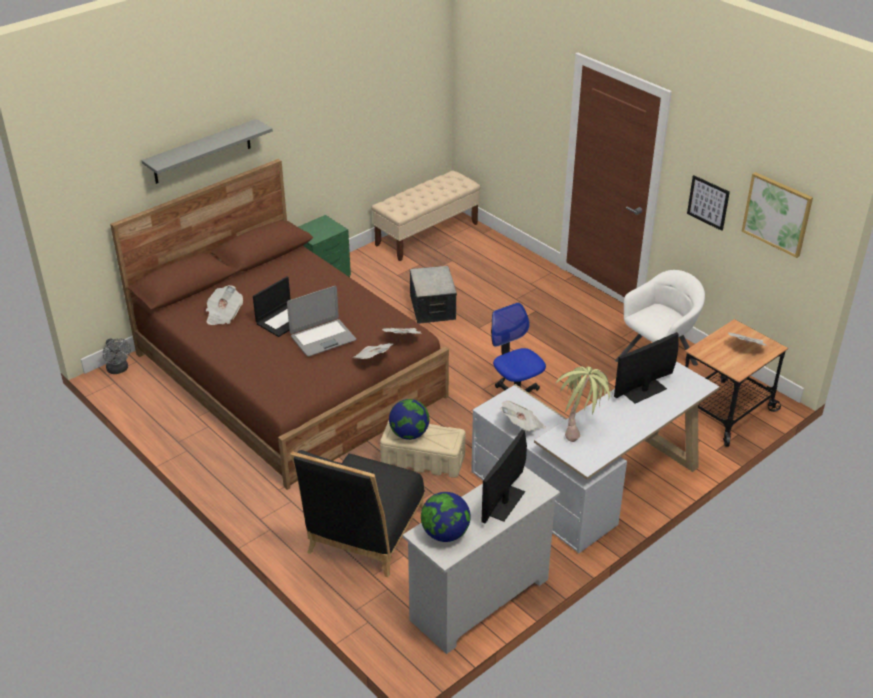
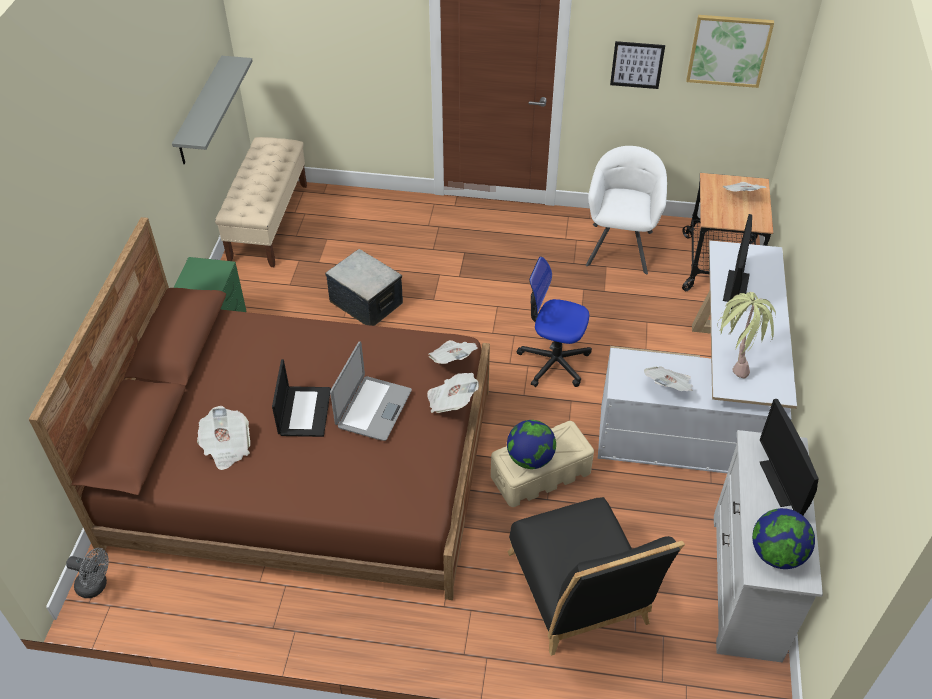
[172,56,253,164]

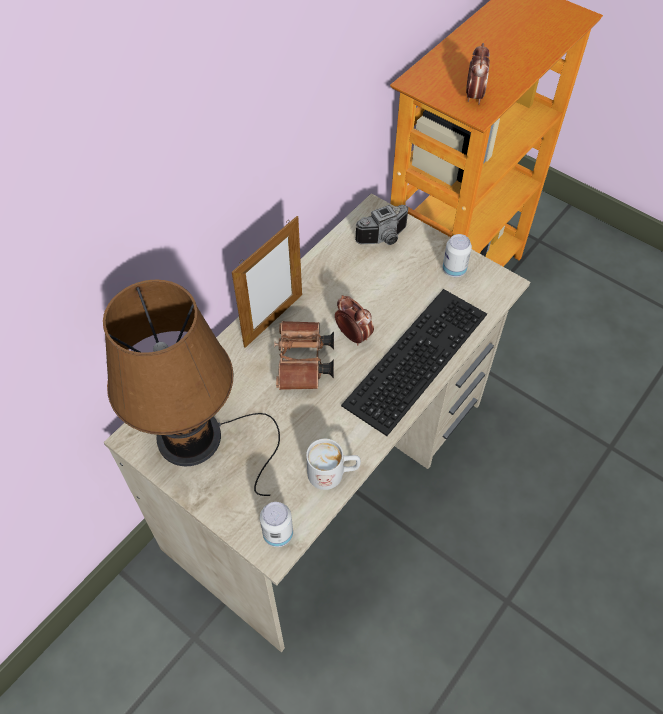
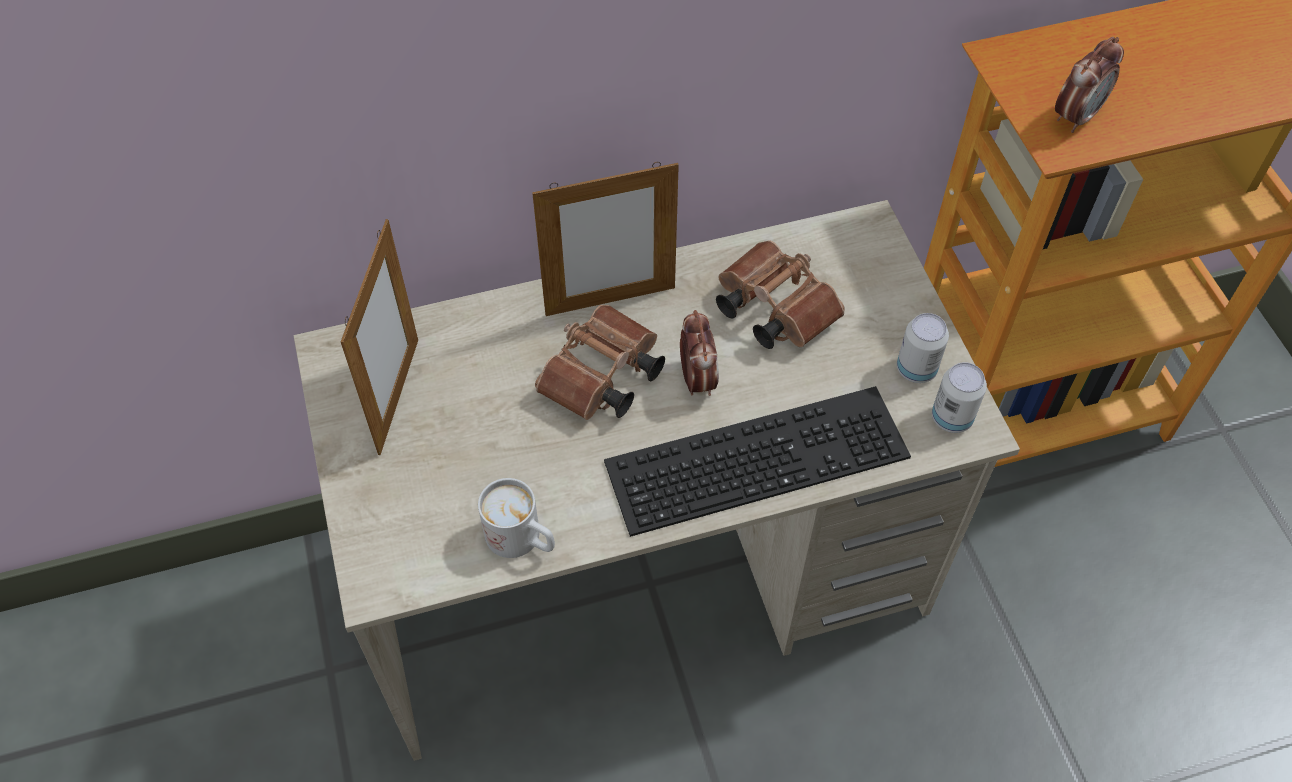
[355,205,409,245] (first image)
[341,219,418,455]
[932,362,987,433]
[716,240,845,349]

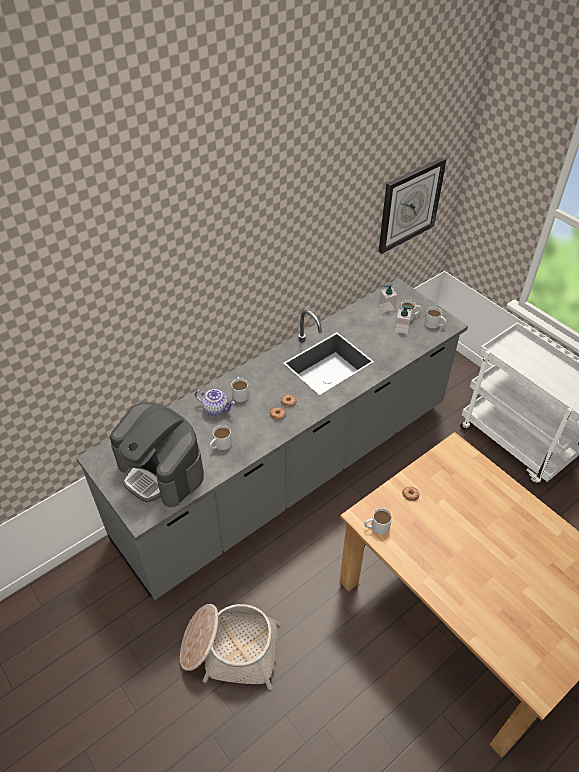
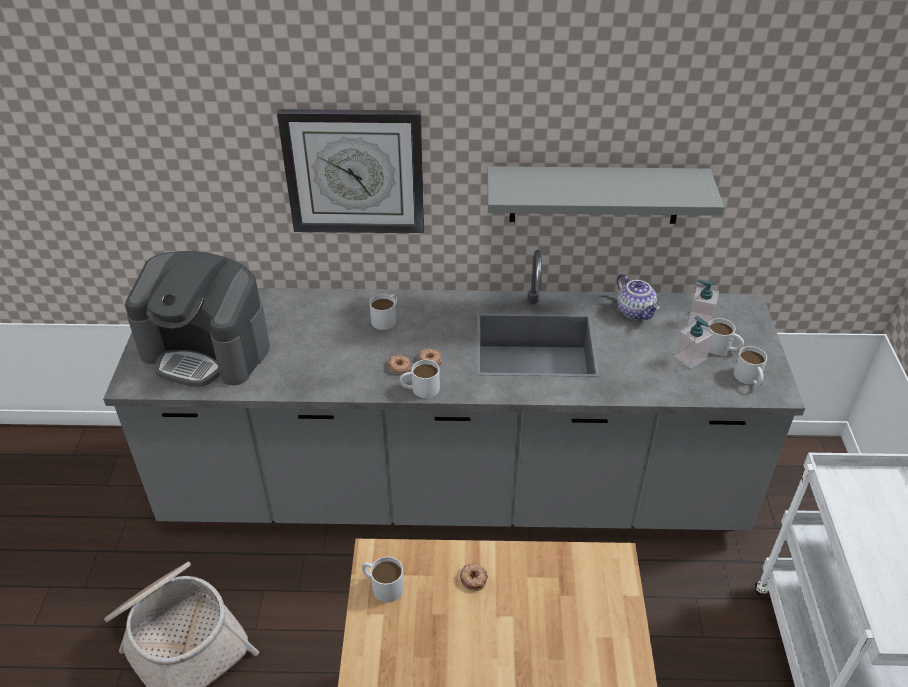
[277,109,424,233]
[617,273,660,320]
[125,250,270,387]
[400,360,440,398]
[487,166,724,224]

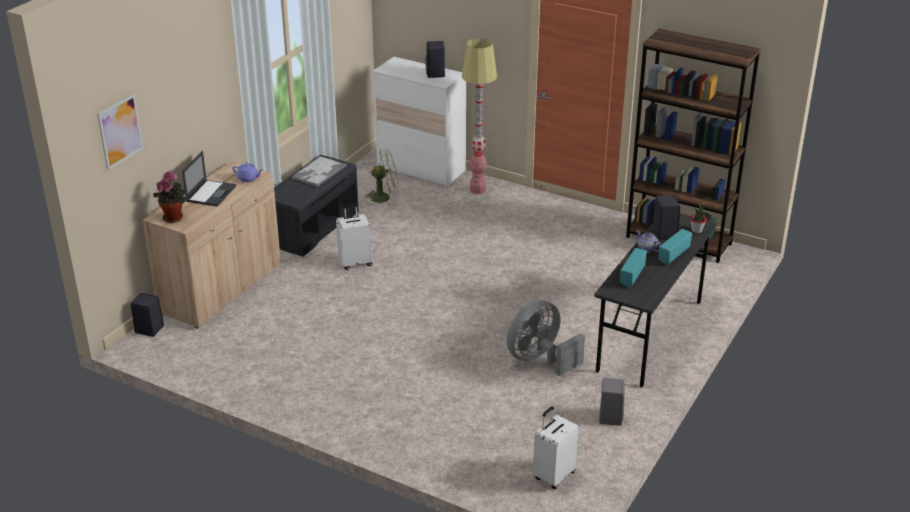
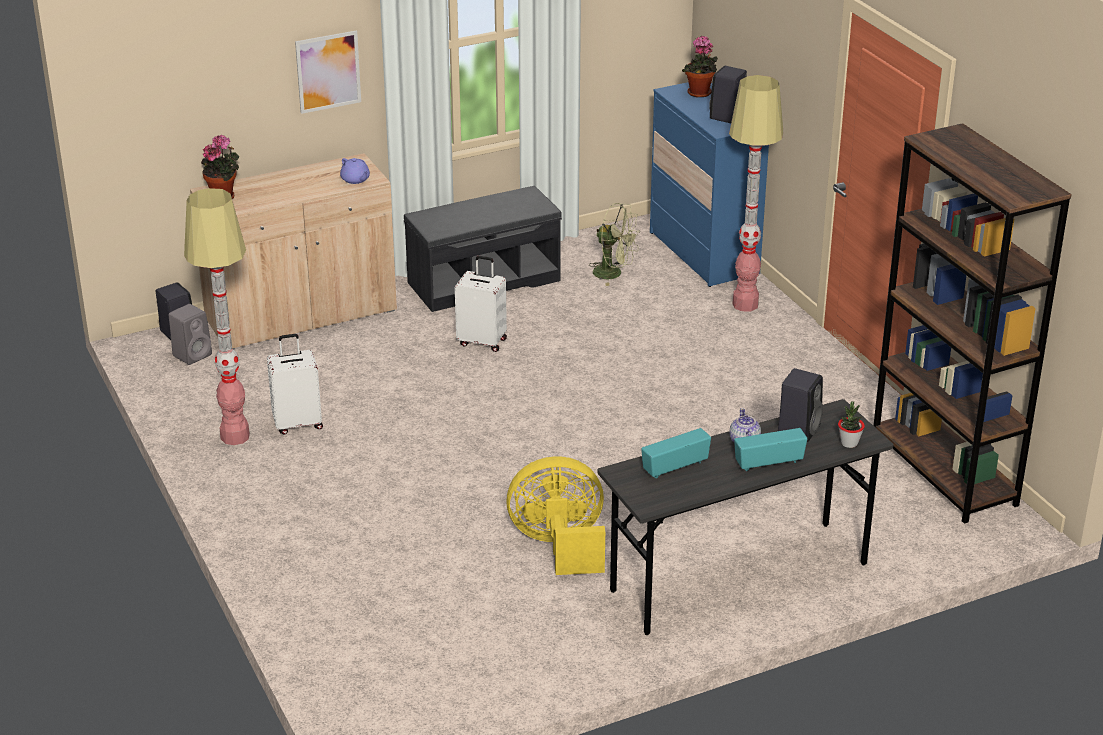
[650,82,769,287]
[295,30,361,114]
[182,151,236,207] (first image)
[291,156,347,187] (first image)
[506,456,605,575]
[169,304,212,365]
[267,334,323,434]
[682,36,718,98]
[184,188,250,445]

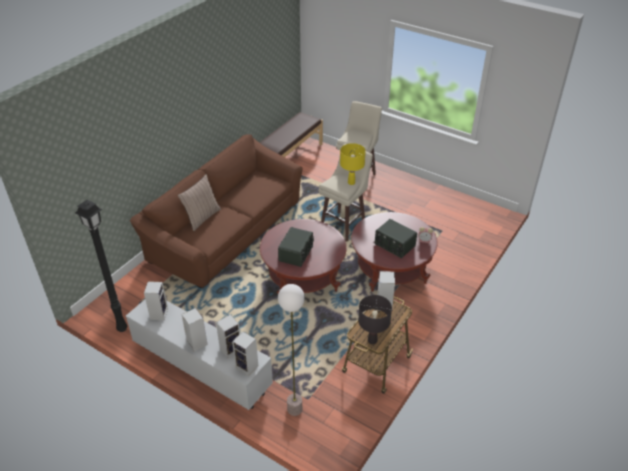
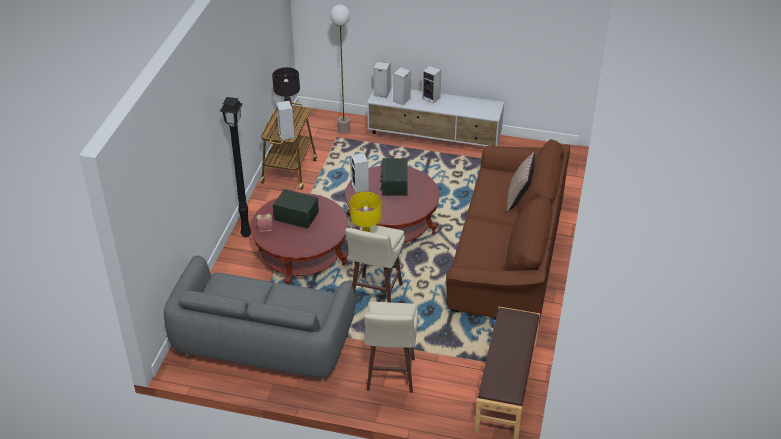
[220,97,251,237]
[351,153,369,193]
[164,256,355,382]

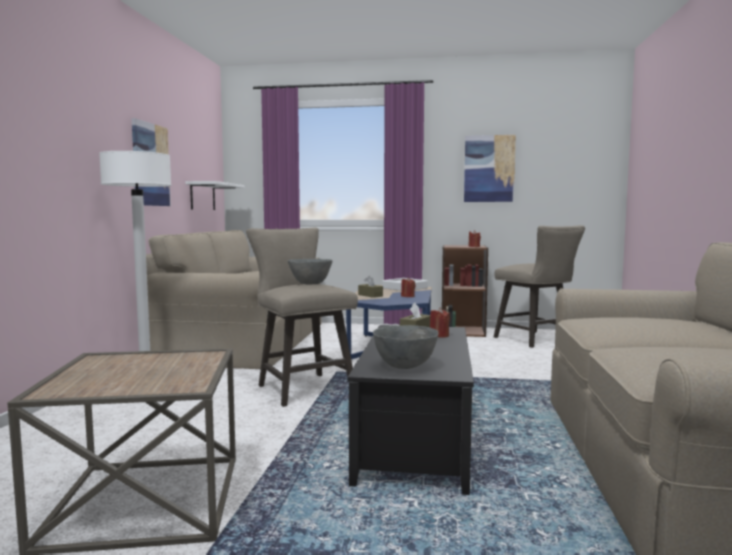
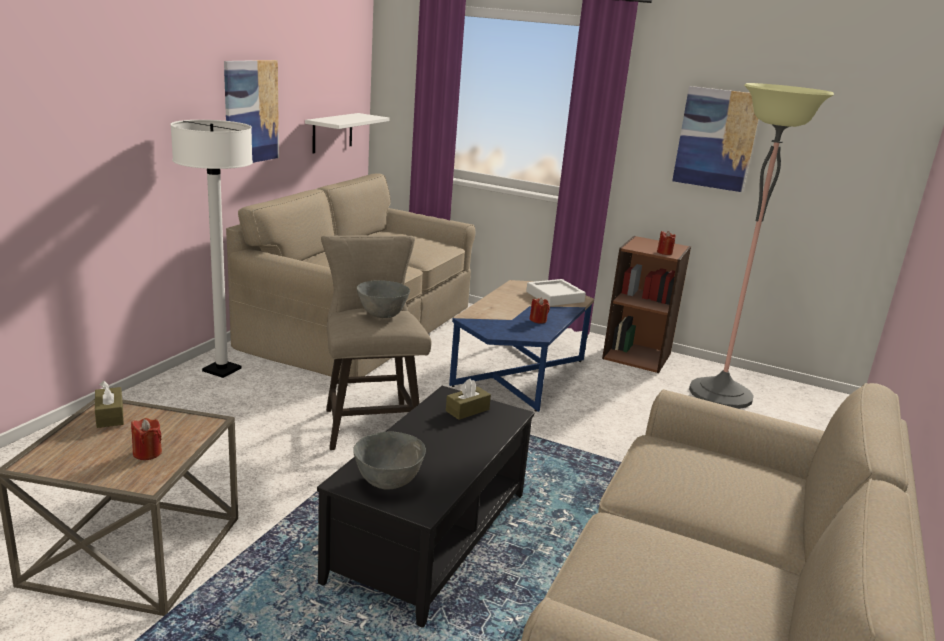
[689,83,834,409]
[95,381,124,428]
[131,418,162,460]

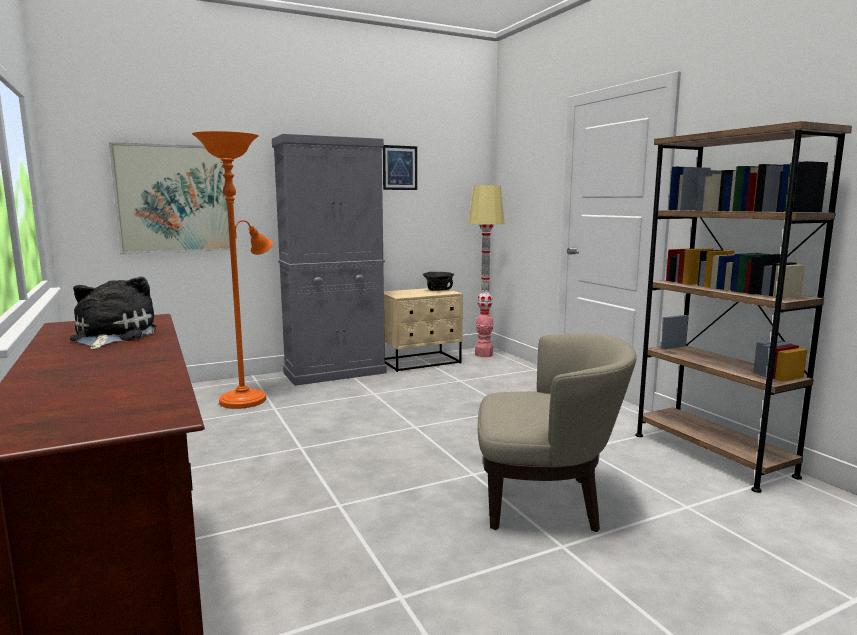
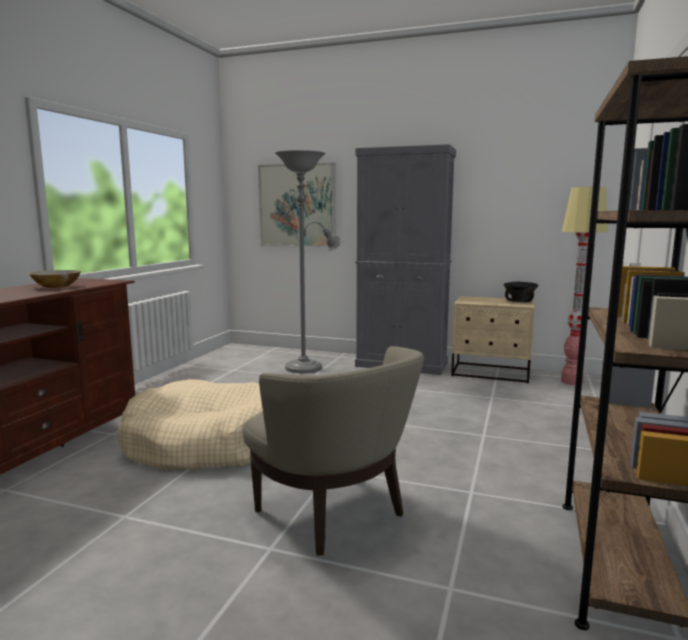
[275,150,344,374]
[383,145,417,190] (first image)
[29,270,81,288]
[117,379,263,470]

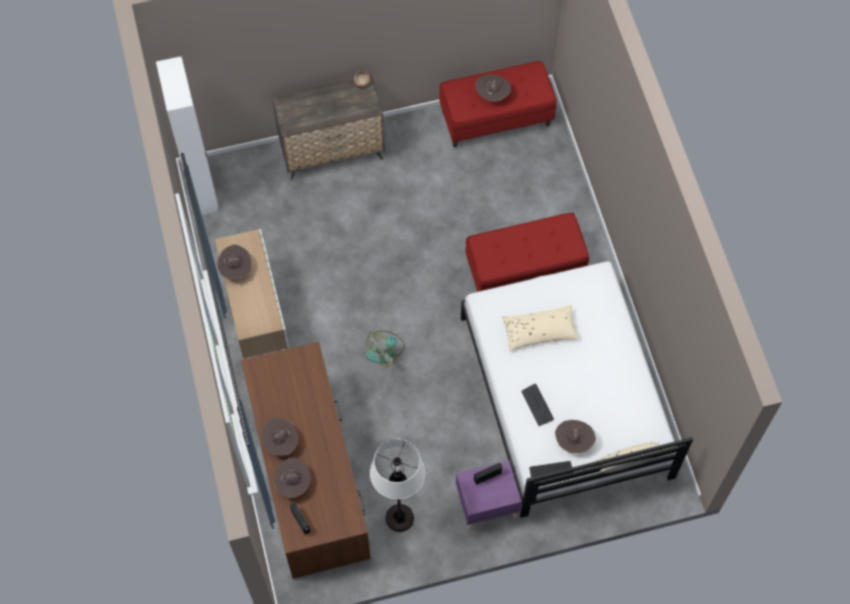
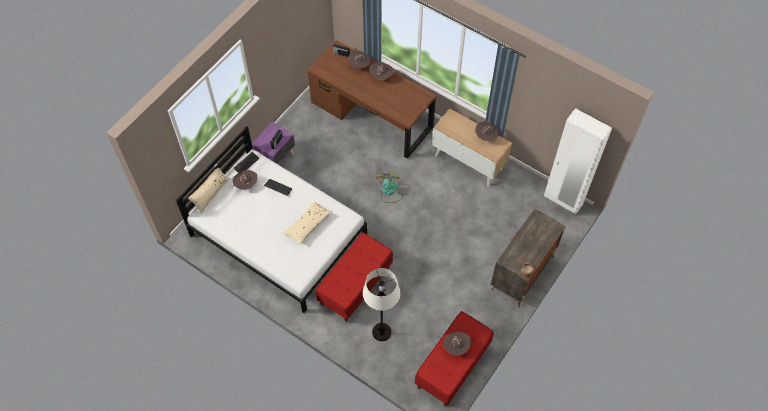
[363,268,400,341]

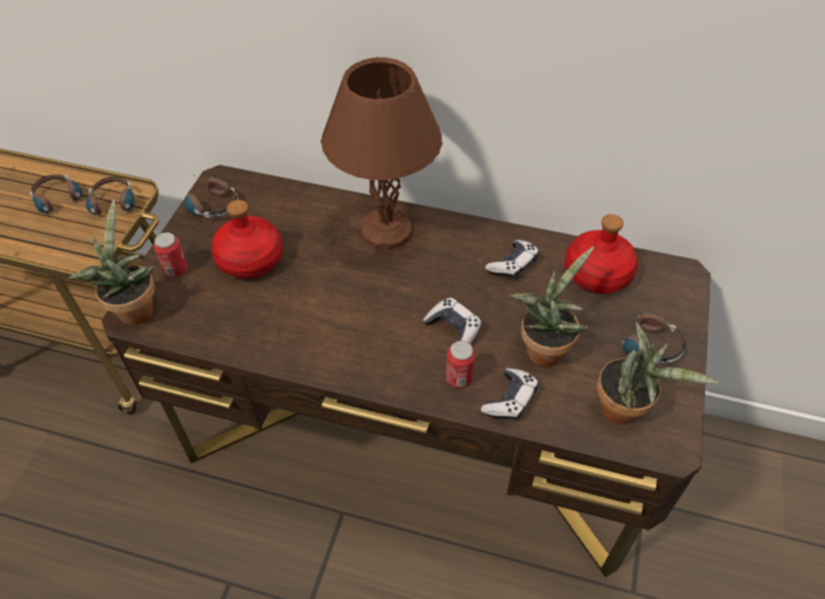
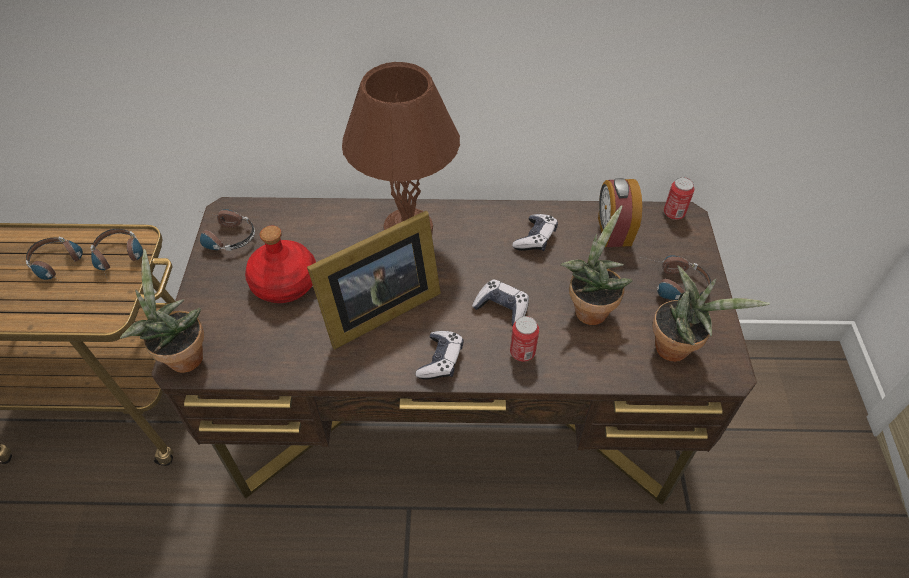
[598,178,642,247]
[664,177,695,220]
[416,331,463,380]
[307,211,441,349]

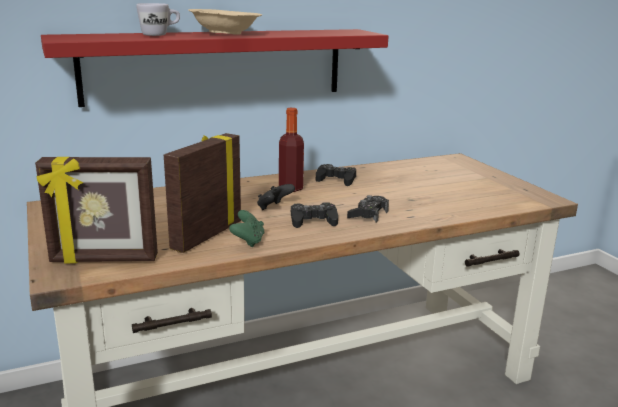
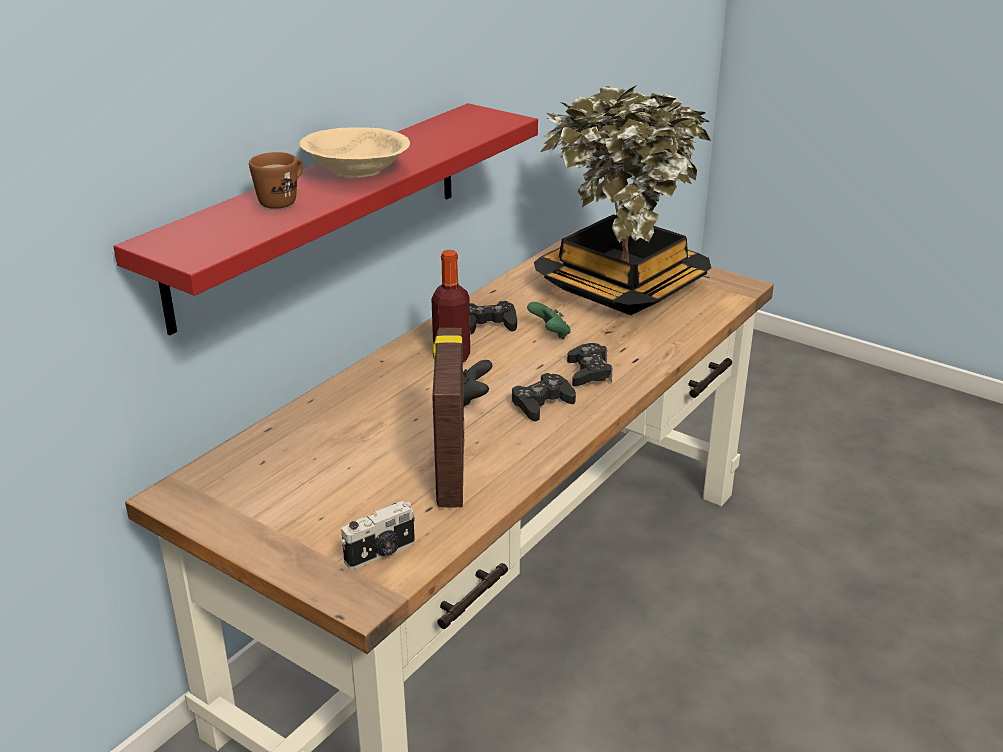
[249,152,303,209]
[341,501,415,569]
[527,302,571,339]
[534,85,711,315]

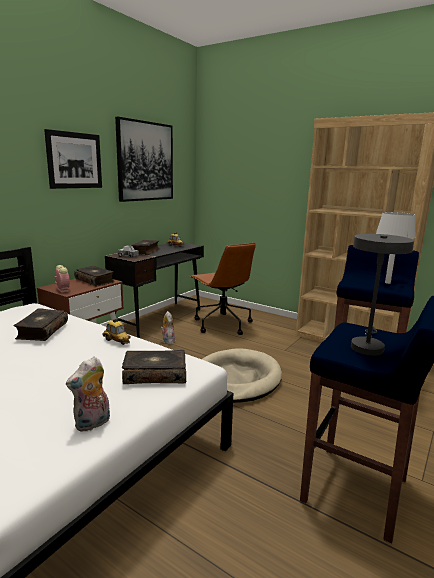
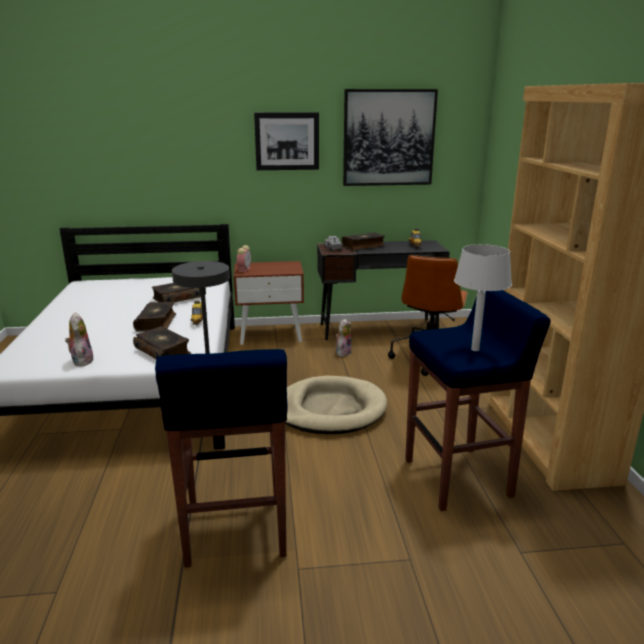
[133,302,176,332]
[65,312,94,366]

